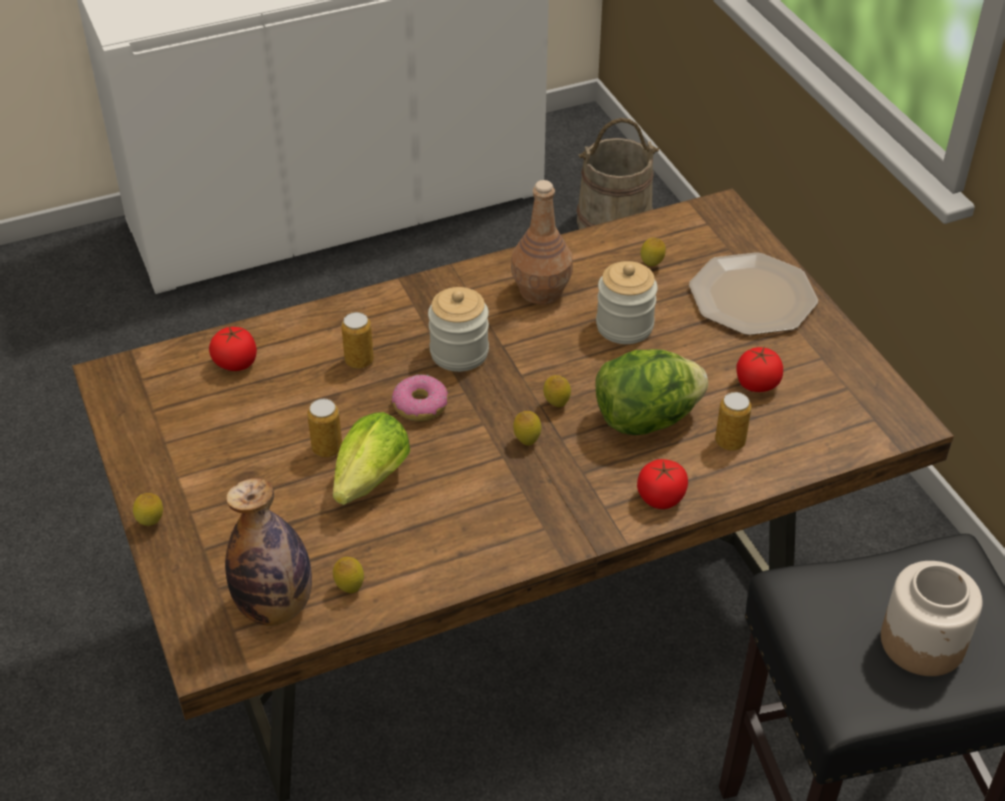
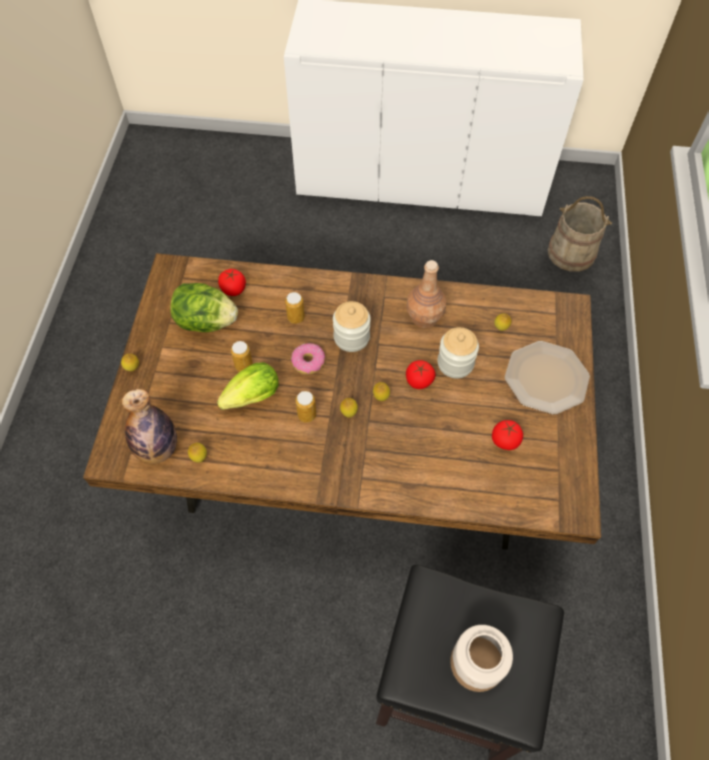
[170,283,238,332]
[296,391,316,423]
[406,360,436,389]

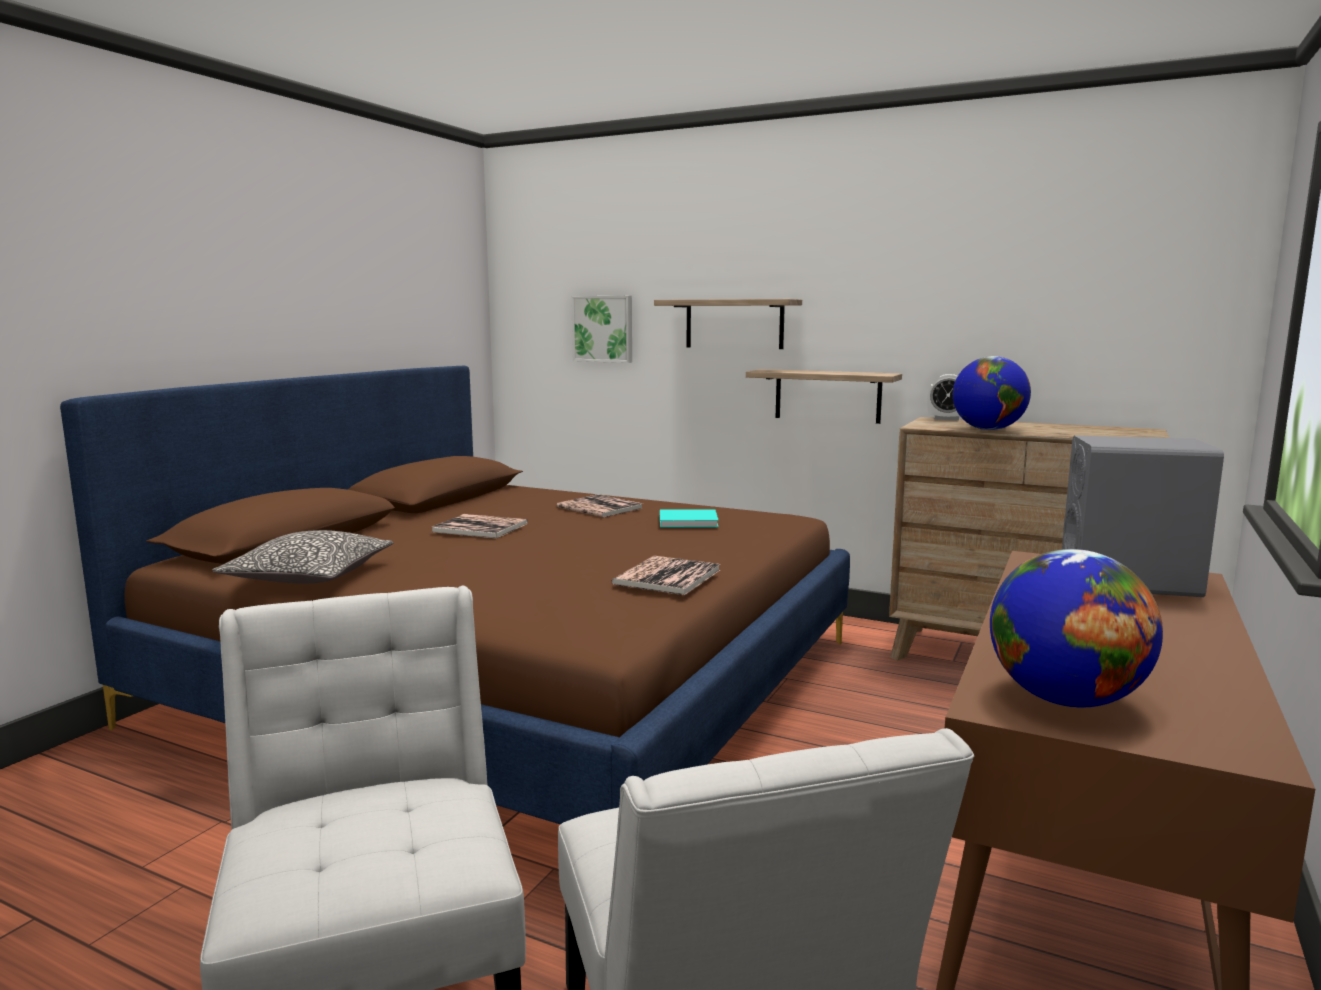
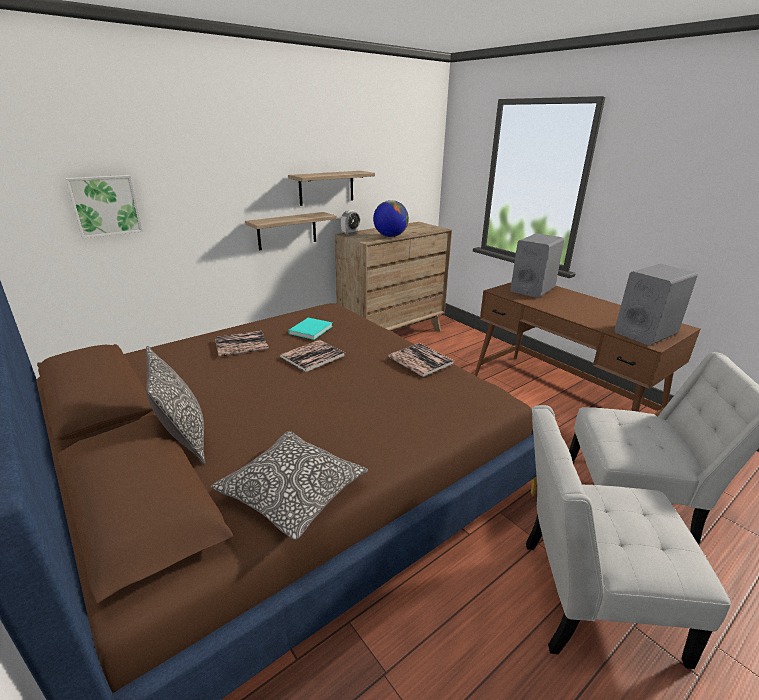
[288,171,375,206]
[279,340,345,372]
[614,264,698,346]
[146,346,205,464]

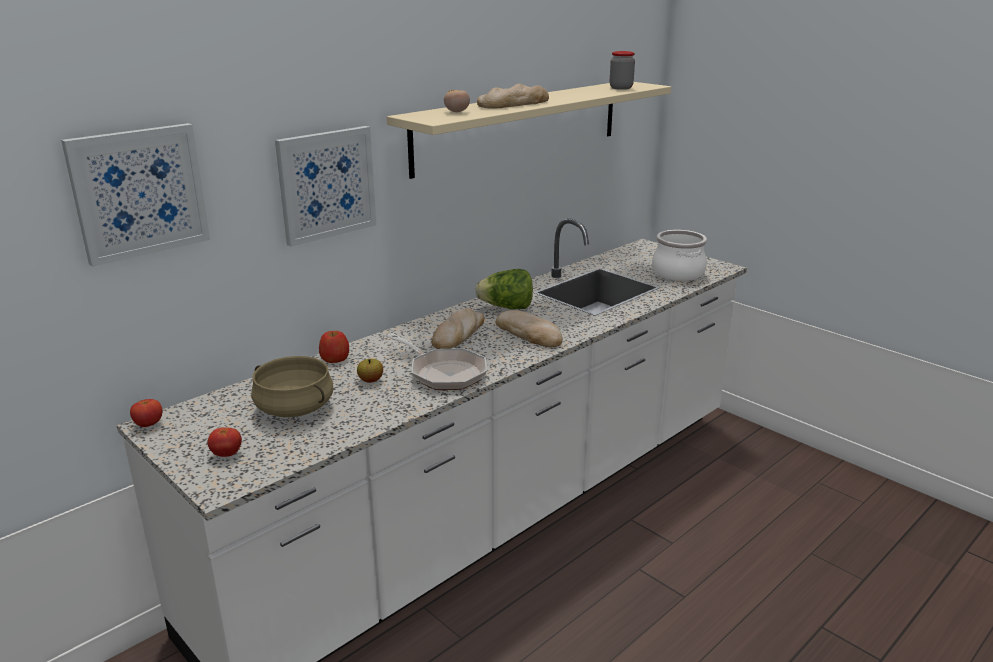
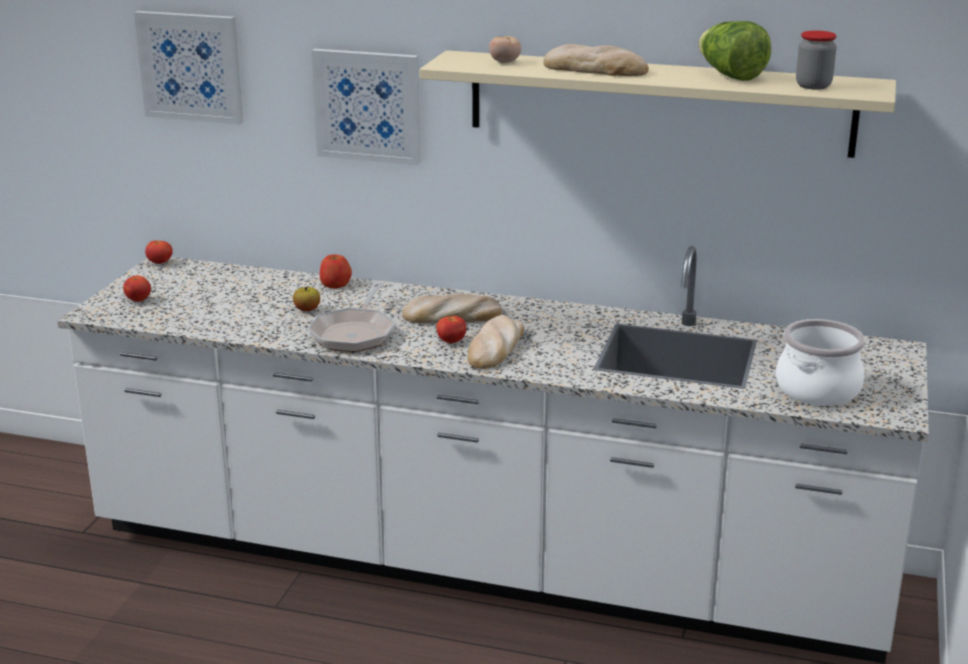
[698,21,771,81]
[251,356,333,417] (first image)
[437,316,466,343]

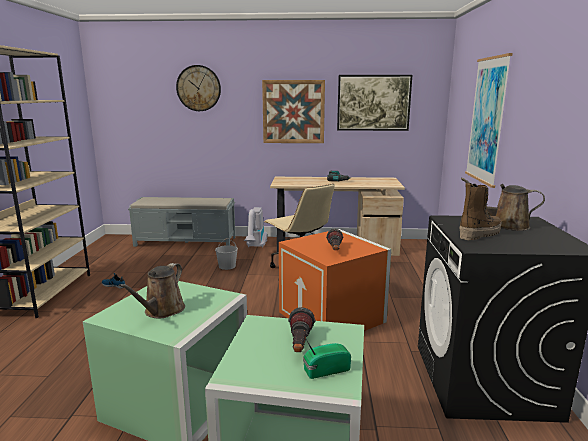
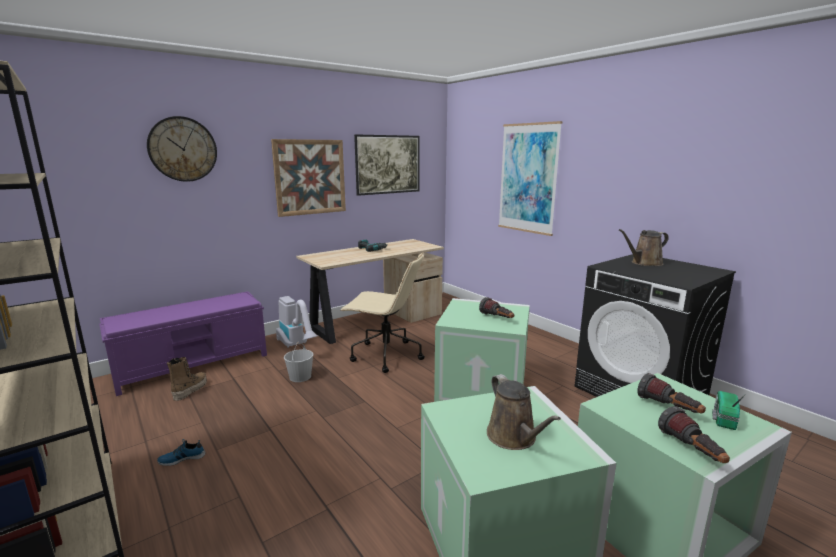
[167,357,207,401]
[99,291,267,396]
[434,298,530,402]
[658,406,730,463]

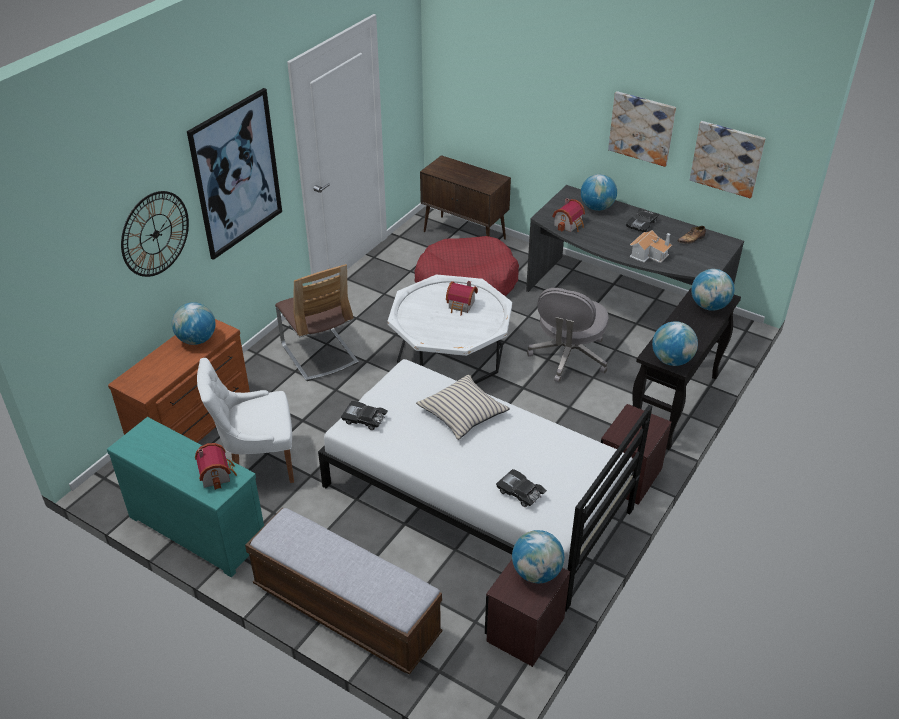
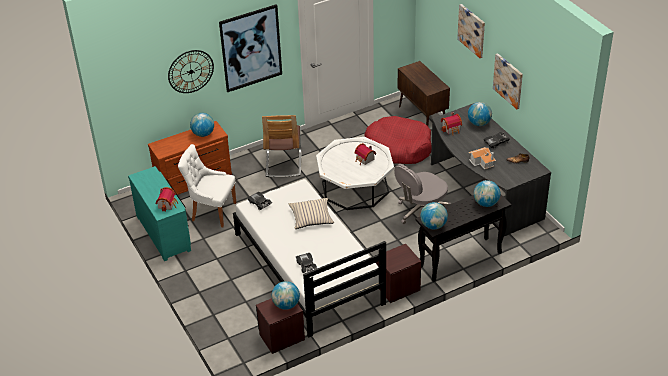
[457,4,485,58]
[245,508,442,675] (first image)

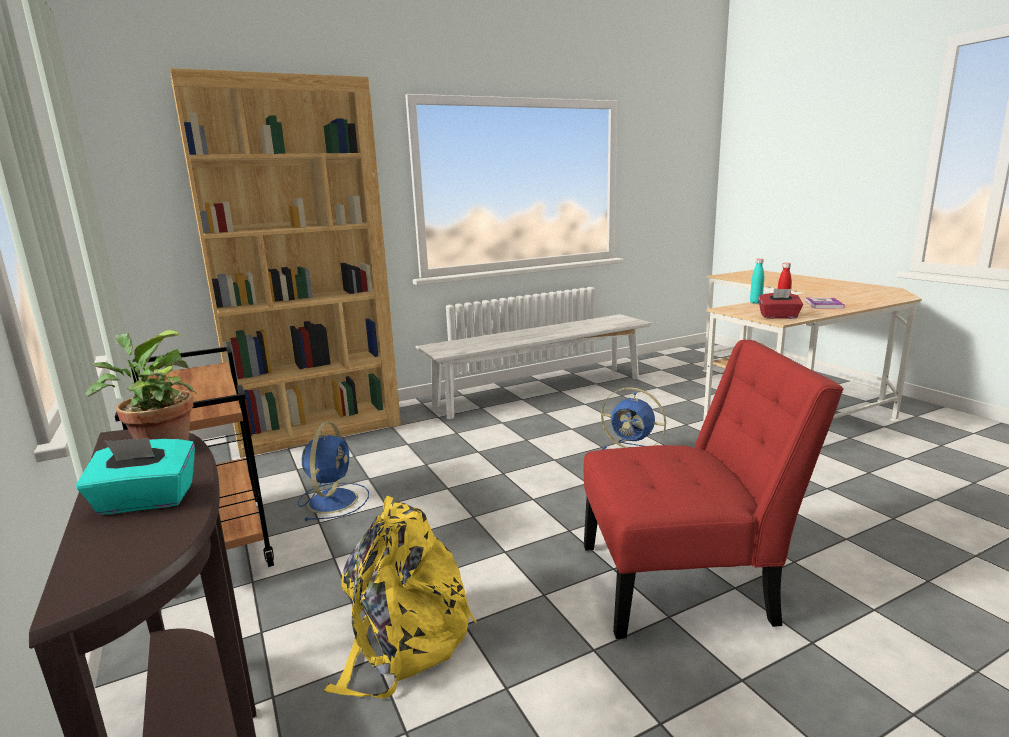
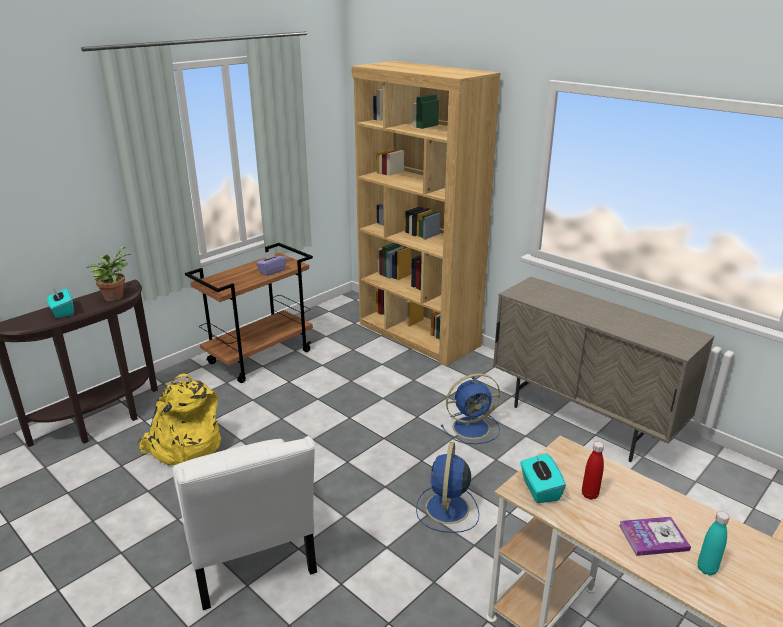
[698,511,730,576]
[520,453,566,503]
[493,277,714,462]
[172,436,317,610]
[441,374,500,444]
[256,250,287,276]

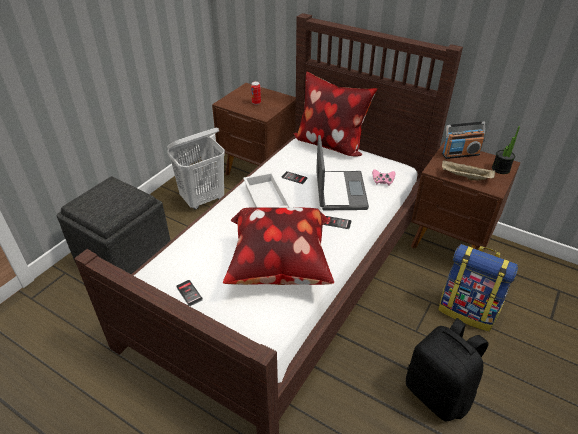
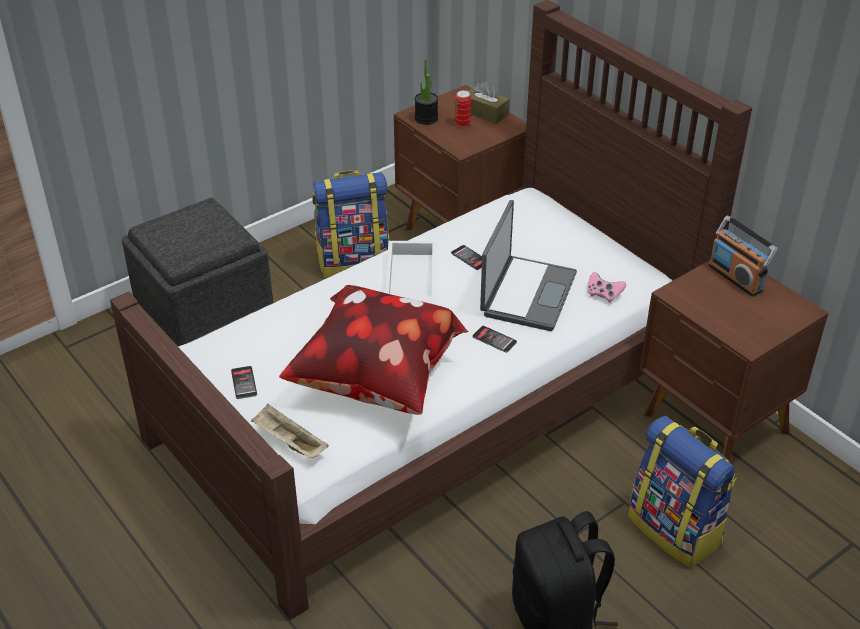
[293,71,377,157] (first image)
[708,216,777,296]
[414,59,438,125]
[312,170,389,278]
[251,404,329,458]
[468,81,510,124]

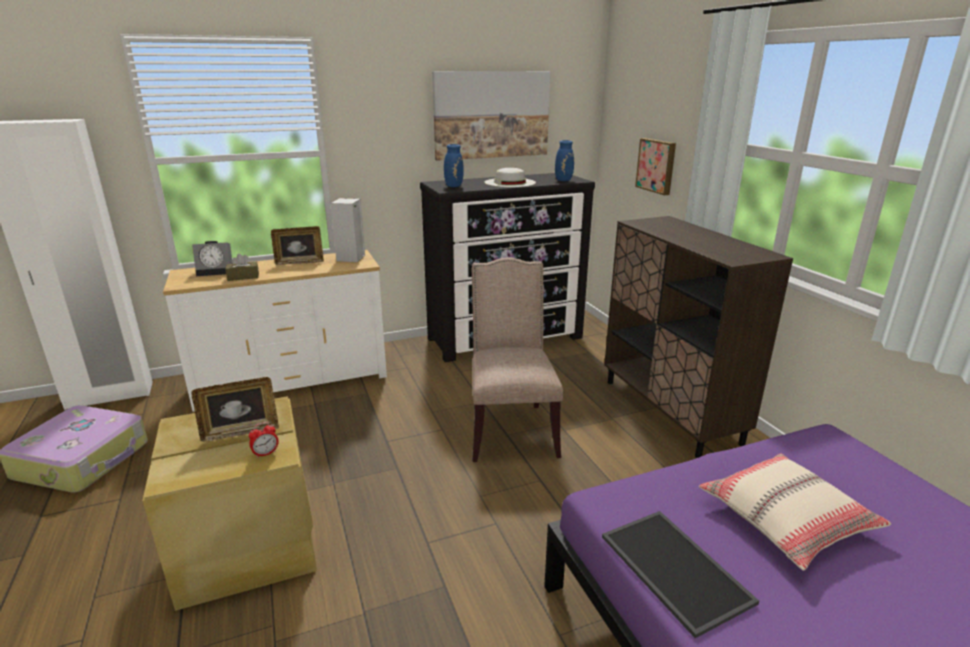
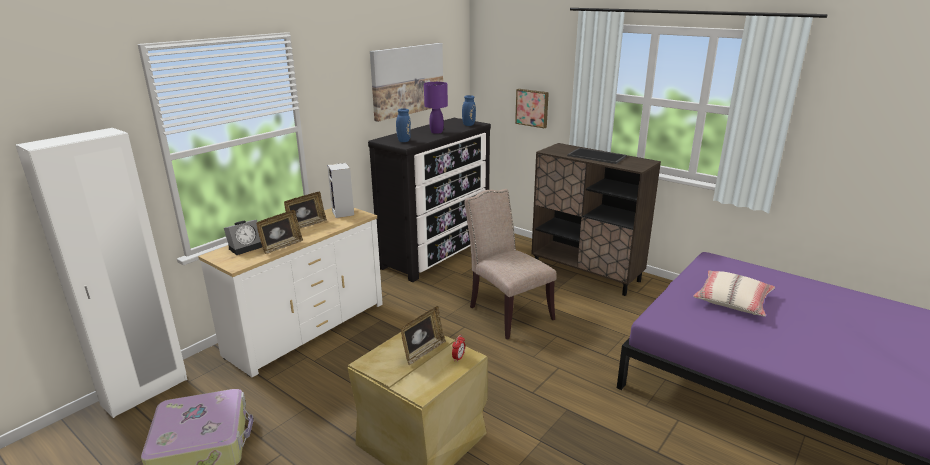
[424,82,448,134]
[256,210,303,254]
[567,148,627,164]

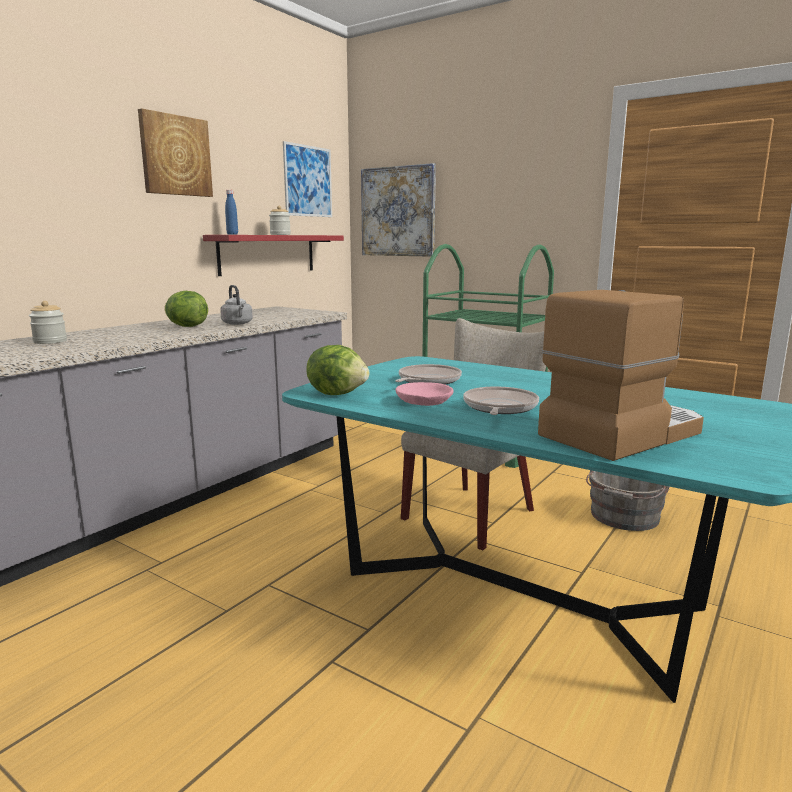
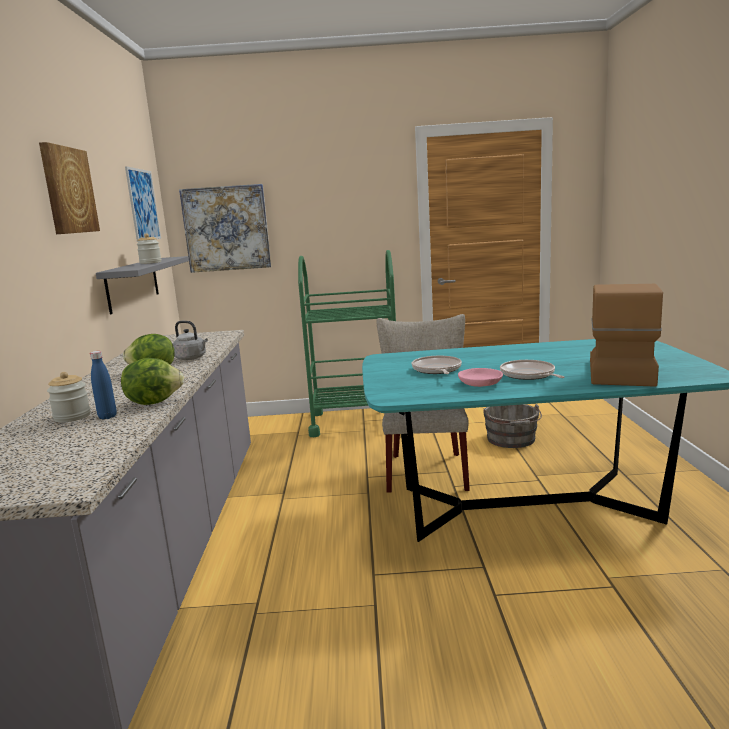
[90,351,117,419]
[96,256,189,314]
[121,358,184,405]

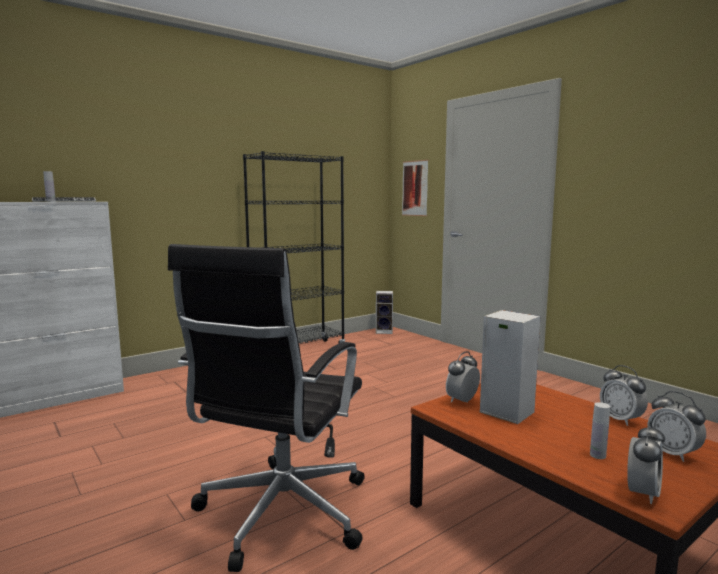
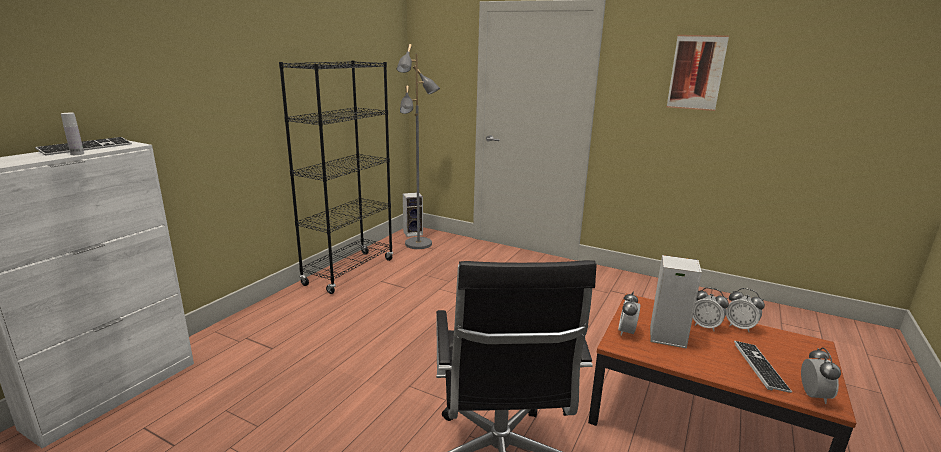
[667,35,729,111]
[693,287,729,331]
[734,341,792,393]
[397,44,440,249]

